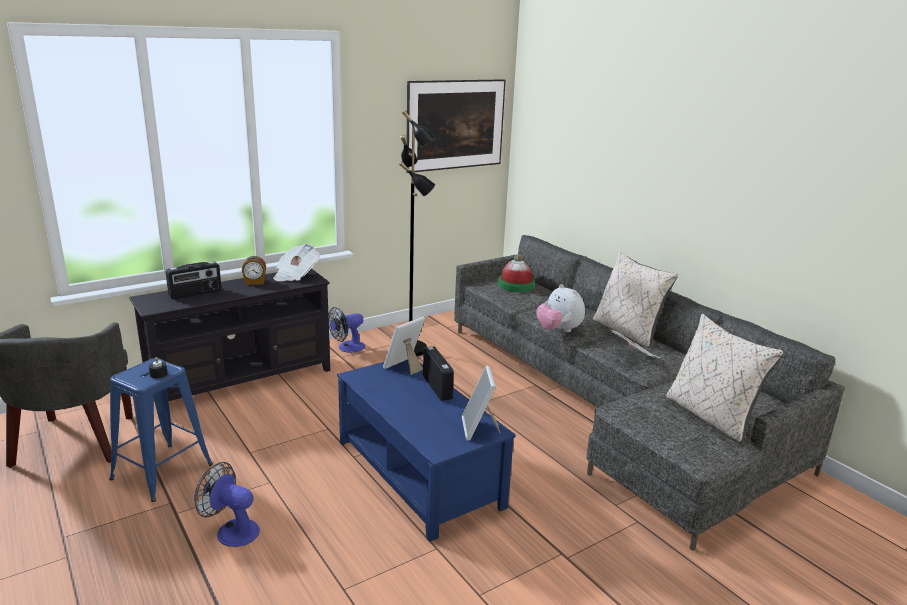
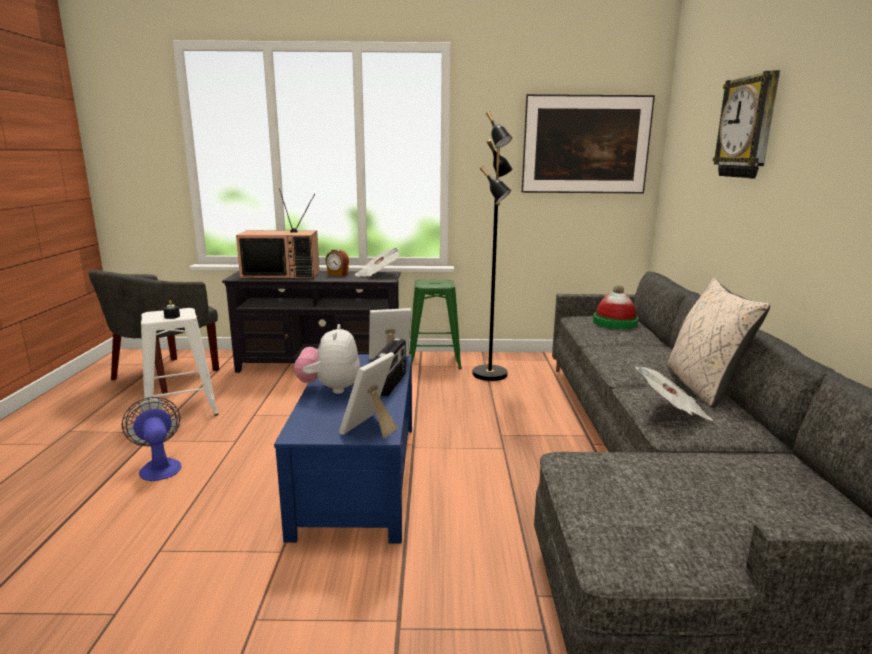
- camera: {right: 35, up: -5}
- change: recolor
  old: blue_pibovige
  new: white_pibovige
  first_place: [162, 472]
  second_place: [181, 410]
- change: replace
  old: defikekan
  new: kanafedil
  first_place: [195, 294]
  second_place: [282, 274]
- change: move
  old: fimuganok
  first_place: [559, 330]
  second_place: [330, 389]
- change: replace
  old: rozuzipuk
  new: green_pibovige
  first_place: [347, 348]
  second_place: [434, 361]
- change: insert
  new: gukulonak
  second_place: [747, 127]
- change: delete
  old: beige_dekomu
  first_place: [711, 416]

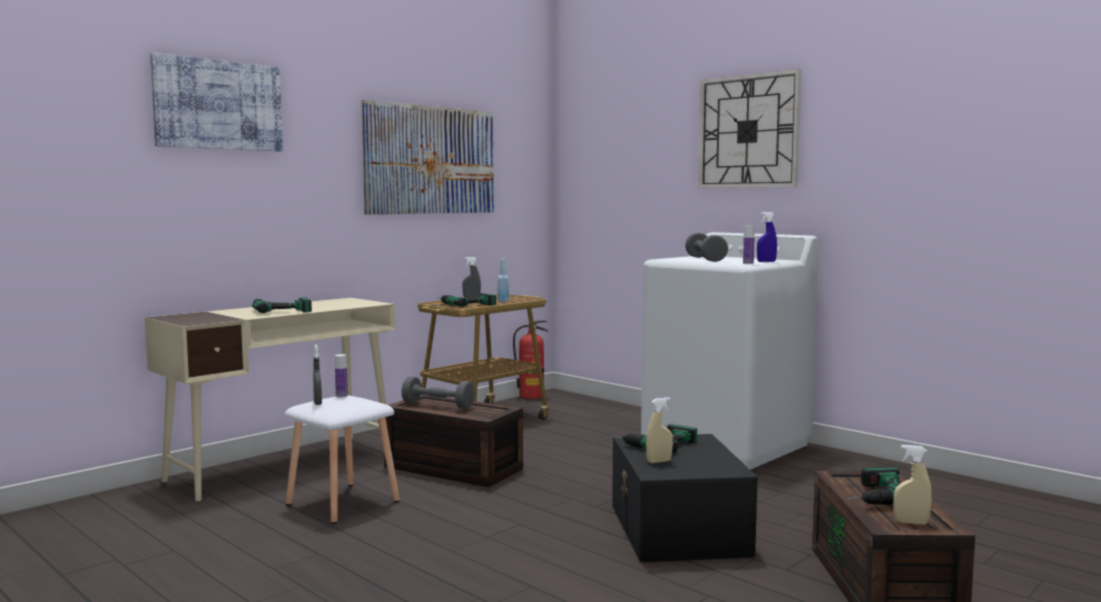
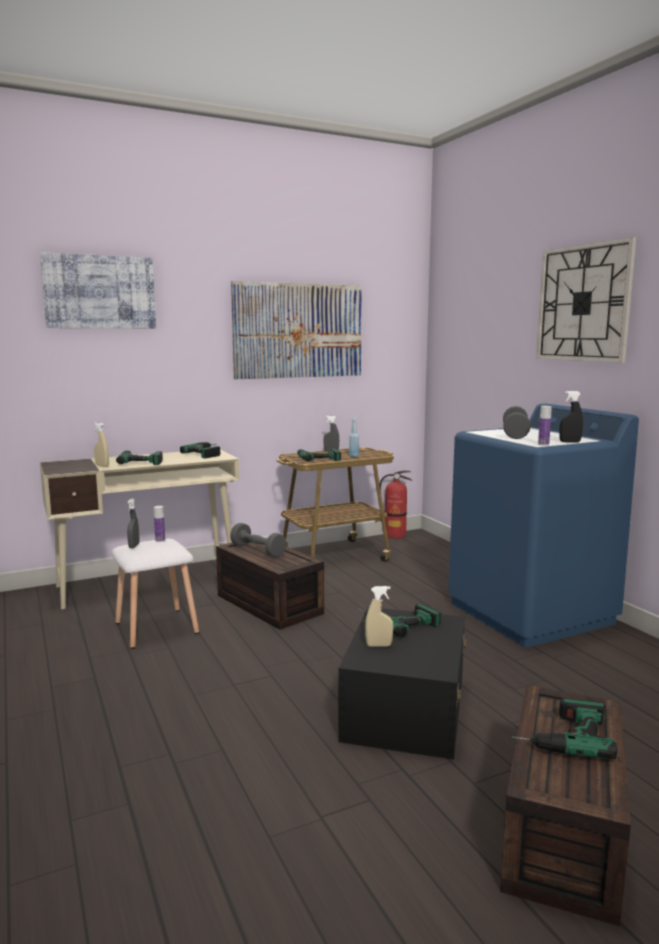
- camera: {right: 20, up: 5}
- change: move
  old: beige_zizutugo
  first_place: [911, 522]
  second_place: [102, 466]
- change: insert
  new: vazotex
  second_place: [209, 453]
- change: recolor
  old: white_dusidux
  new: blue_dusidux
  first_place: [726, 445]
  second_place: [531, 613]
- change: recolor
  old: blue_zizutugo
  new: black_zizutugo
  first_place: [766, 262]
  second_place: [569, 442]

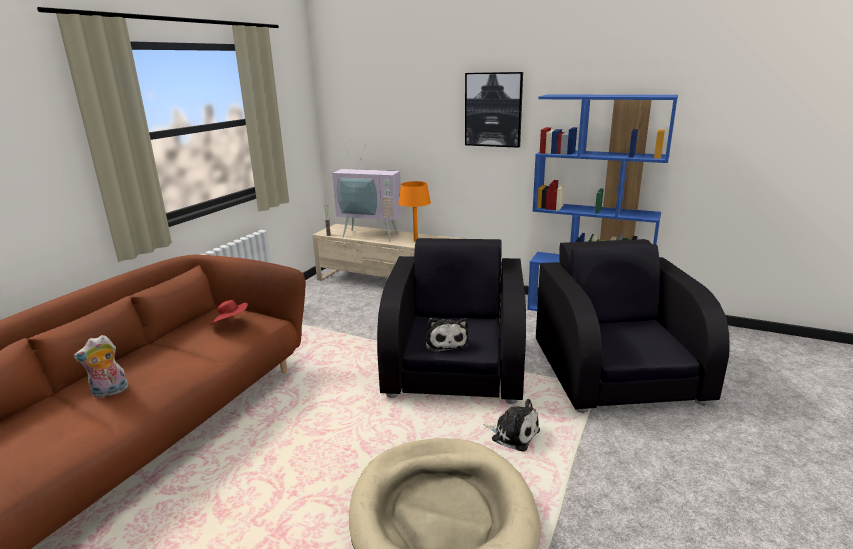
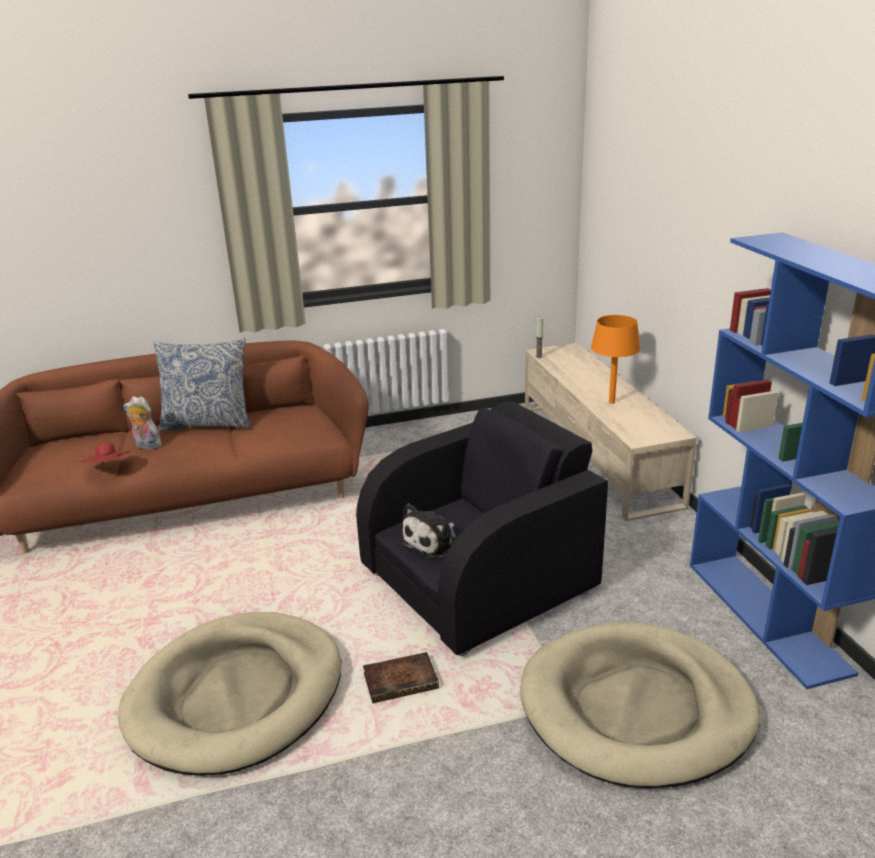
- camera: {right: 50, up: 5}
- change: move
  old: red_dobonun
  first_place: [230, 323]
  second_place: [109, 468]
- change: insert
  new: dekomu
  second_place: [208, 423]
- change: replace
  old: fimuganok
  new: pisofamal
  first_place: [512, 434]
  second_place: [402, 680]
- change: replace
  old: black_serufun
  new: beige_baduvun
  first_place: [616, 372]
  second_place: [636, 708]
- change: delete
  old: kanafedil
  first_place: [372, 234]
- change: delete
  old: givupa
  first_place: [493, 110]

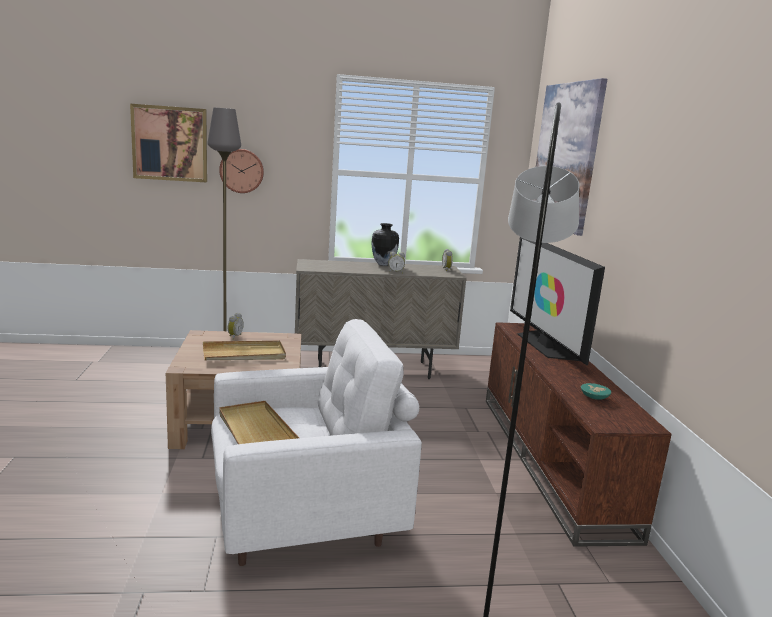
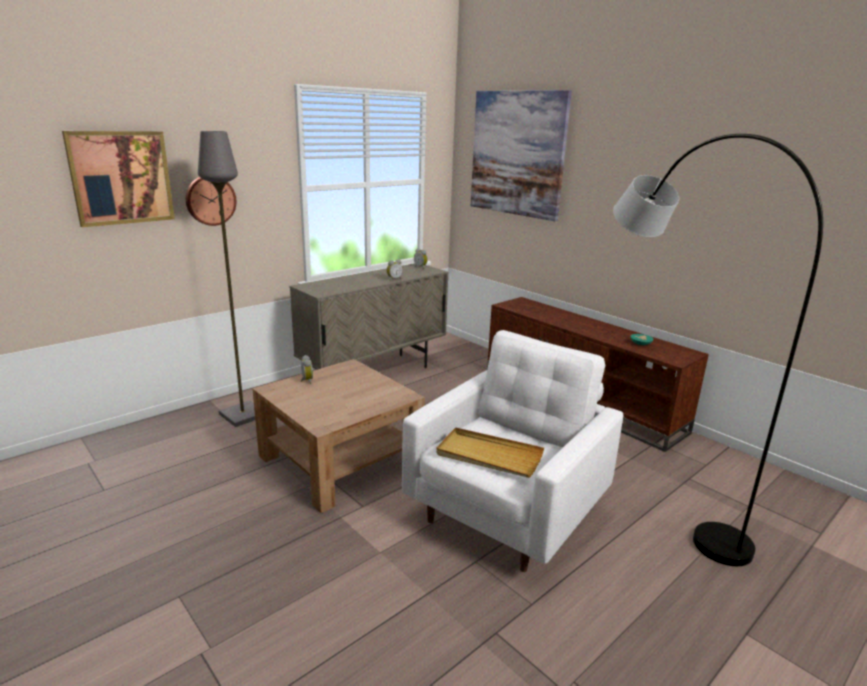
- camera: {right: -35, up: 5}
- change: delete
  old: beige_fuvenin
  first_place: [244, 354]
- change: delete
  old: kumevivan
  first_place: [383, 264]
- change: delete
  old: kanafedil
  first_place: [545, 345]

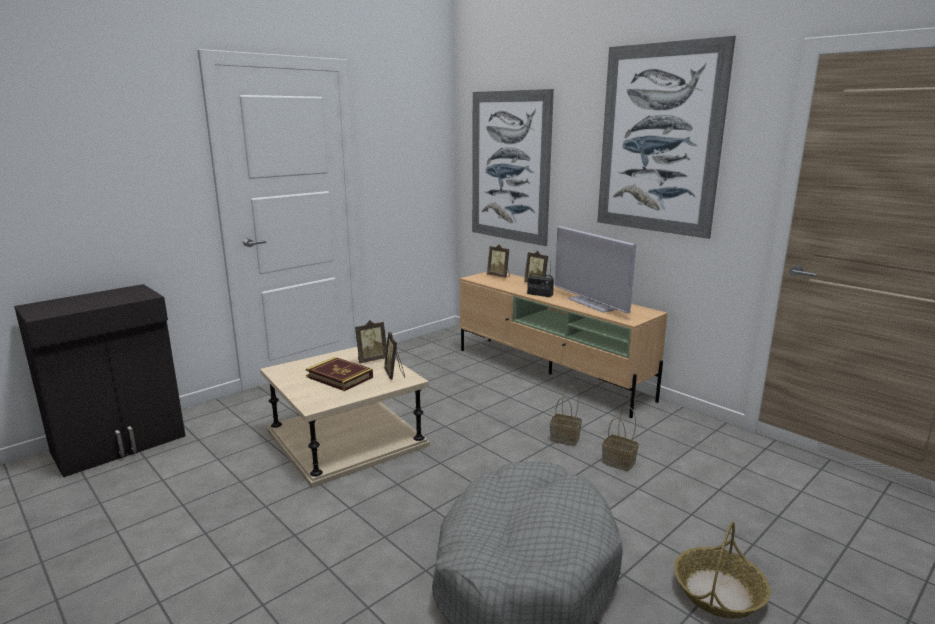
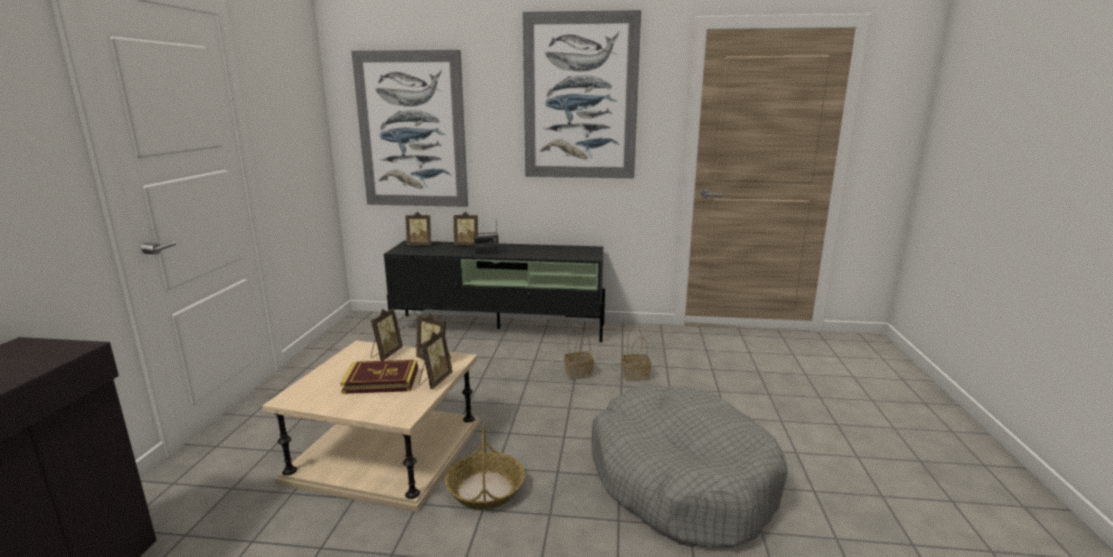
- camera: {right: -40, up: 0}
- change: recolor
  old: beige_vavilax
  new: black_vavilax
  first_place: [550, 374]
  second_place: [499, 328]
- change: insert
  new: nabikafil
  second_place: [434, 381]
- change: move
  old: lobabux
  first_place: [718, 592]
  second_place: [485, 489]
- change: delete
  old: kanafedil
  first_place: [592, 304]

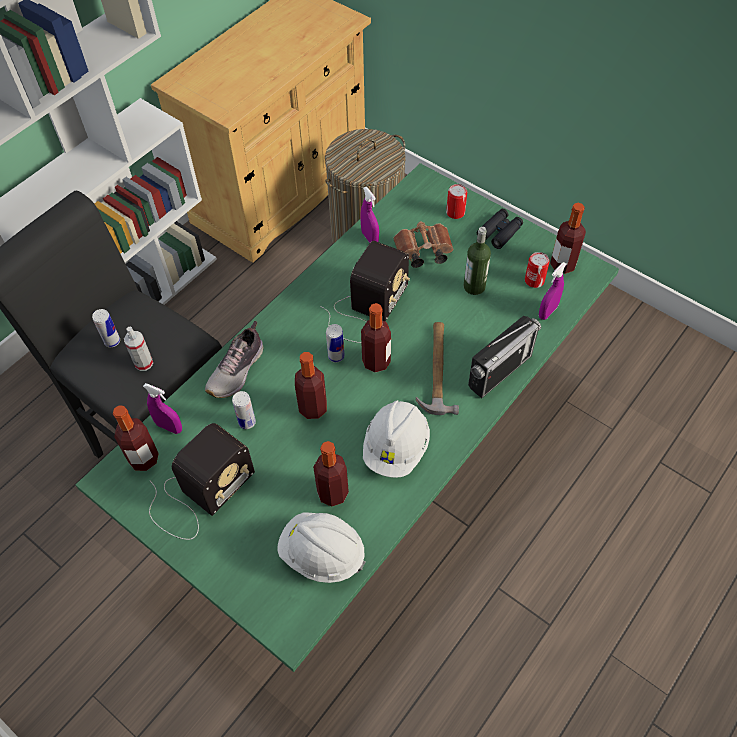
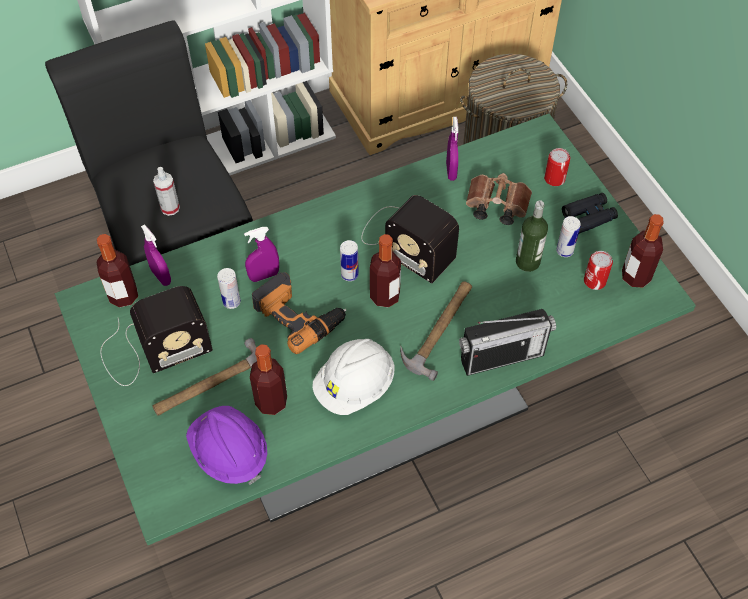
- camera: {right: 25, up: 0}
- change: insert
  new: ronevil
  second_place: [210, 385]
- change: recolor
  old: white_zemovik
  new: purple_zemovik
  first_place: [322, 554]
  second_place: [229, 453]
- change: move
  old: purple_zizutugo
  first_place: [548, 312]
  second_place: [264, 275]
- change: replace
  old: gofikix
  new: vazotex
  first_place: [313, 408]
  second_place: [299, 315]
- change: rotate
  old: defikekan
  first_place: [366, 309]
  second_place: [405, 241]
  degrees: 75
- change: move
  old: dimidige
  first_place: [112, 341]
  second_place: [564, 251]
- change: delete
  old: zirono
  first_place: [237, 370]

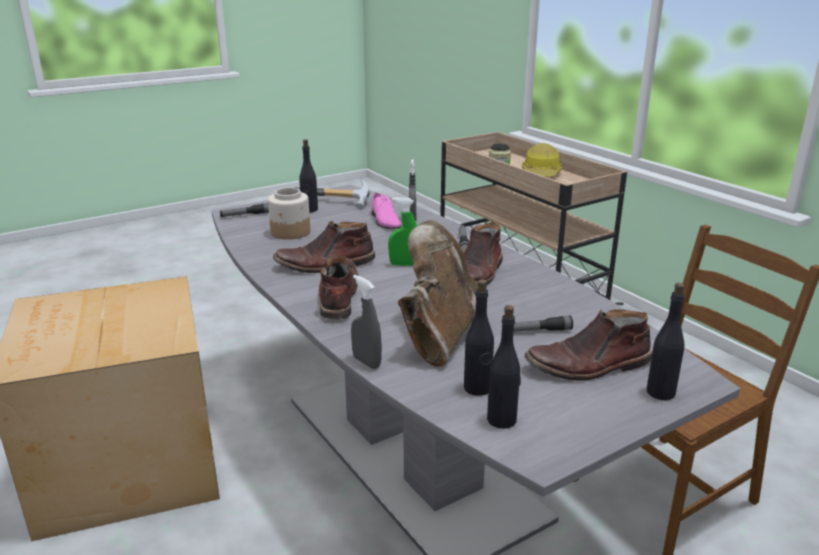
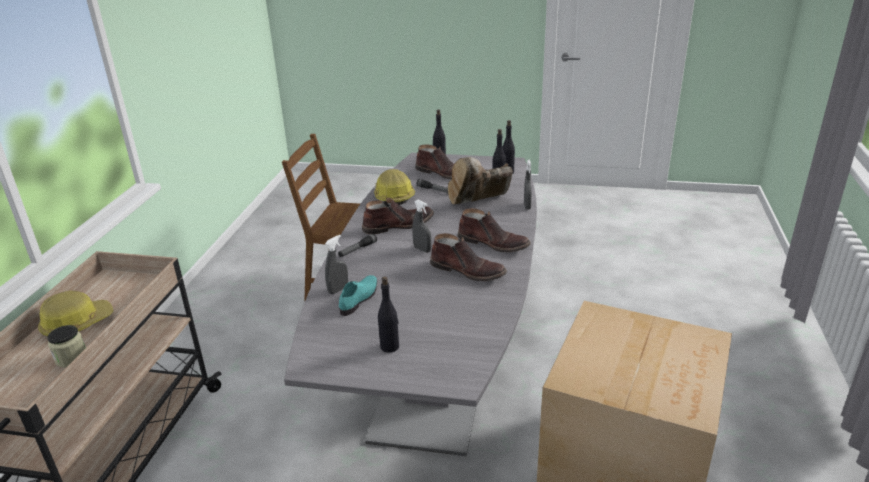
- camera: {right: -135, up: 5}
- change: recolor
  old: pink_zirono
  new: turquoise_zirono
  first_place: [384, 220]
  second_place: [360, 298]
- change: insert
  new: zemovik
  second_place: [393, 196]
- change: recolor
  old: green_zizutugo
  new: grey_zizutugo
  first_place: [404, 264]
  second_place: [422, 249]
- change: rotate
  old: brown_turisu
  first_place: [338, 296]
  second_place: [493, 243]
  degrees: -105
- change: delete
  old: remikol
  first_place: [245, 215]
- change: delete
  old: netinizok
  first_place: [290, 232]
- change: delete
  old: ronevil
  first_place: [332, 202]

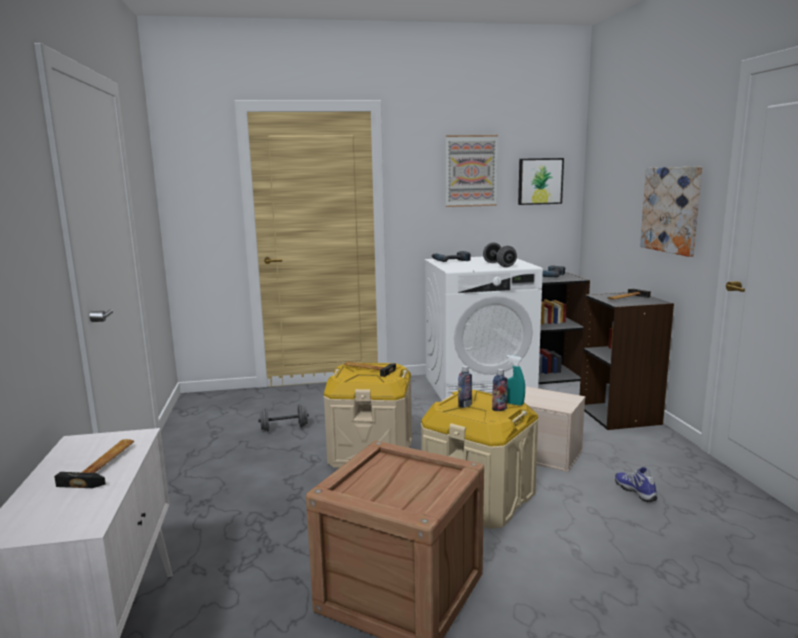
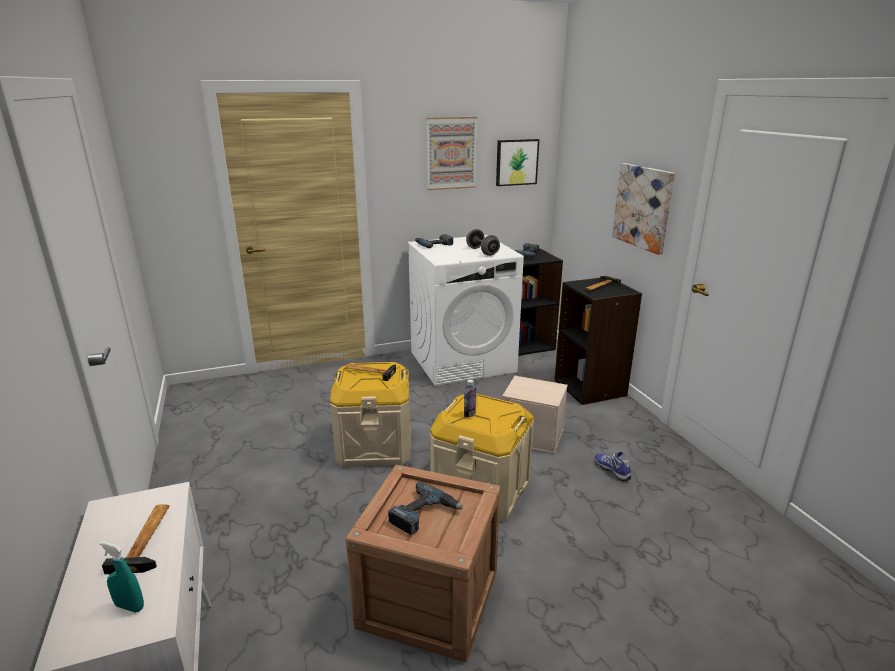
- camera: {right: -10, up: 10}
- change: move
  old: turquoise_zizutugo
  first_place: [513, 403]
  second_place: [129, 606]
- change: insert
  new: vazotex
  second_place: [424, 514]
- change: delete
  old: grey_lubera
  first_place: [284, 428]
- change: delete
  old: gofikix
  first_place: [499, 409]

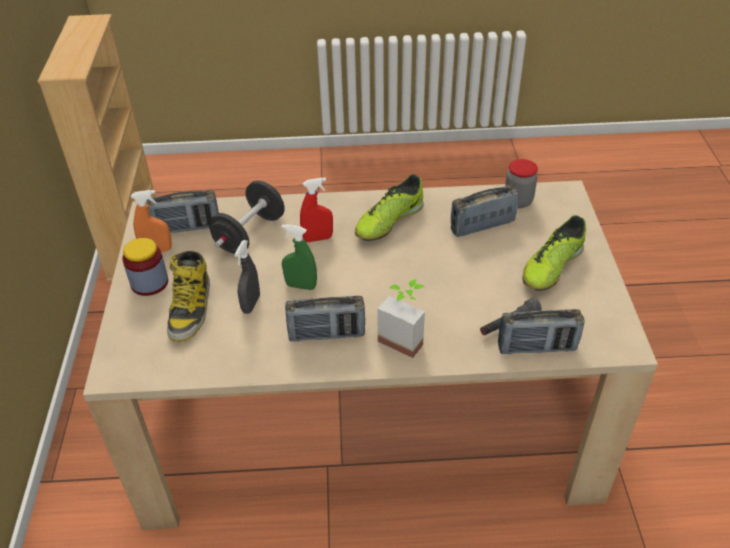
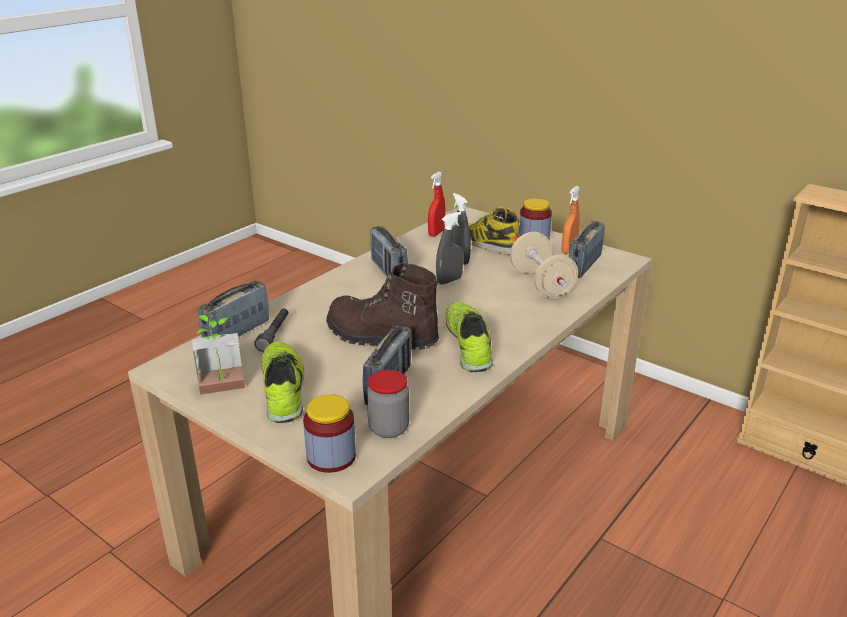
- camera: {right: 130, up: -15}
- change: move
  old: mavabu
  first_place: [404, 337]
  second_place: [222, 390]
- change: insert
  new: netinizok
  second_place: [331, 457]
- change: insert
  new: brown_turisu
  second_place: [381, 337]
- change: rotate
  old: defikekan
  first_place: [326, 334]
  second_place: [388, 272]
  degrees: -60
- change: move
  old: red_zizutugo
  first_place: [318, 238]
  second_place: [436, 233]
- change: recolor
  old: green_zizutugo
  new: grey_zizutugo
  first_place: [301, 286]
  second_place: [449, 281]
- change: recolor
  old: black_lubera
  new: beige_lubera
  first_place: [250, 234]
  second_place: [541, 284]

